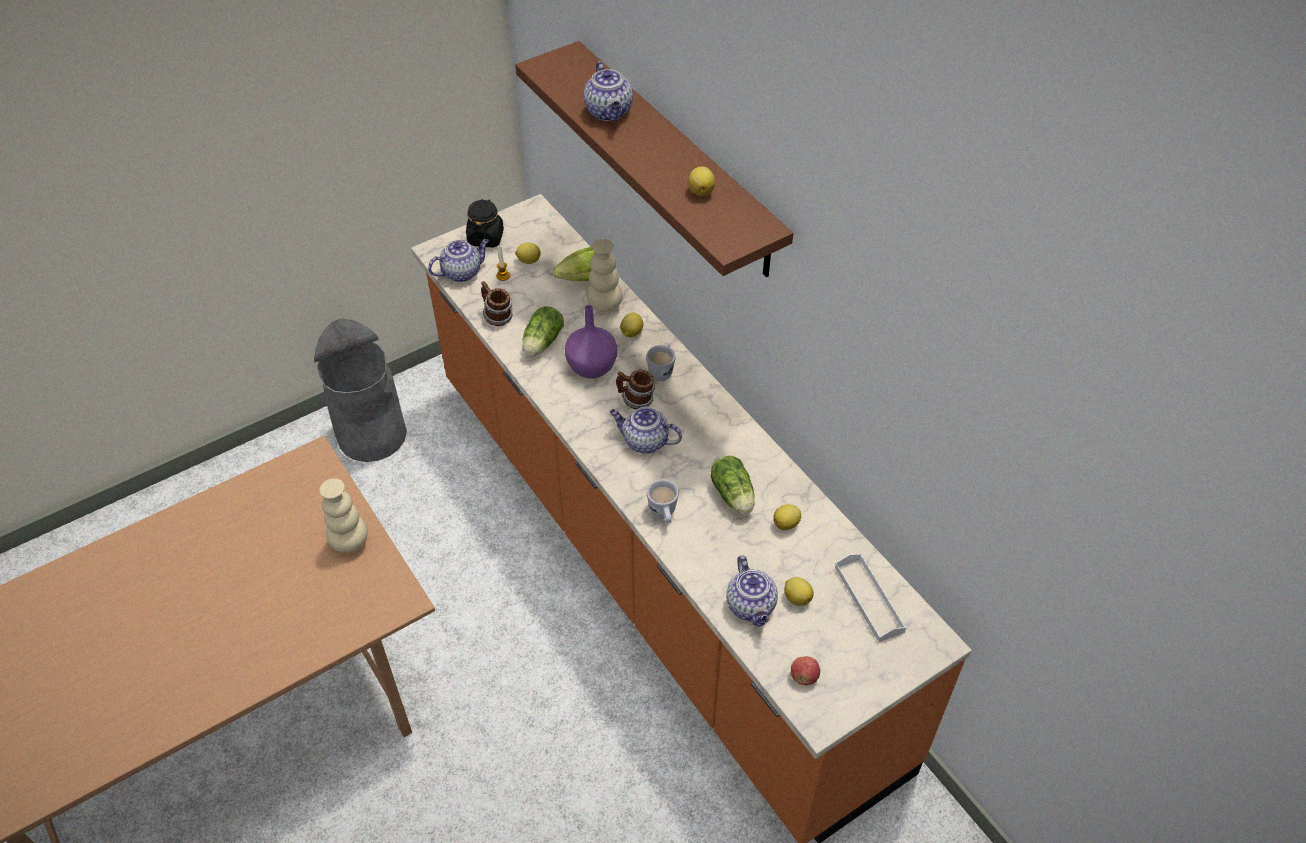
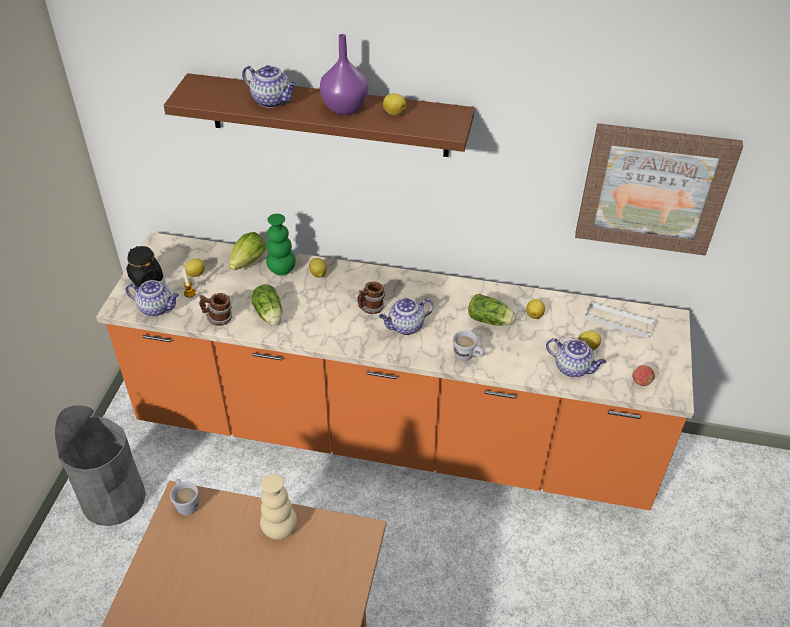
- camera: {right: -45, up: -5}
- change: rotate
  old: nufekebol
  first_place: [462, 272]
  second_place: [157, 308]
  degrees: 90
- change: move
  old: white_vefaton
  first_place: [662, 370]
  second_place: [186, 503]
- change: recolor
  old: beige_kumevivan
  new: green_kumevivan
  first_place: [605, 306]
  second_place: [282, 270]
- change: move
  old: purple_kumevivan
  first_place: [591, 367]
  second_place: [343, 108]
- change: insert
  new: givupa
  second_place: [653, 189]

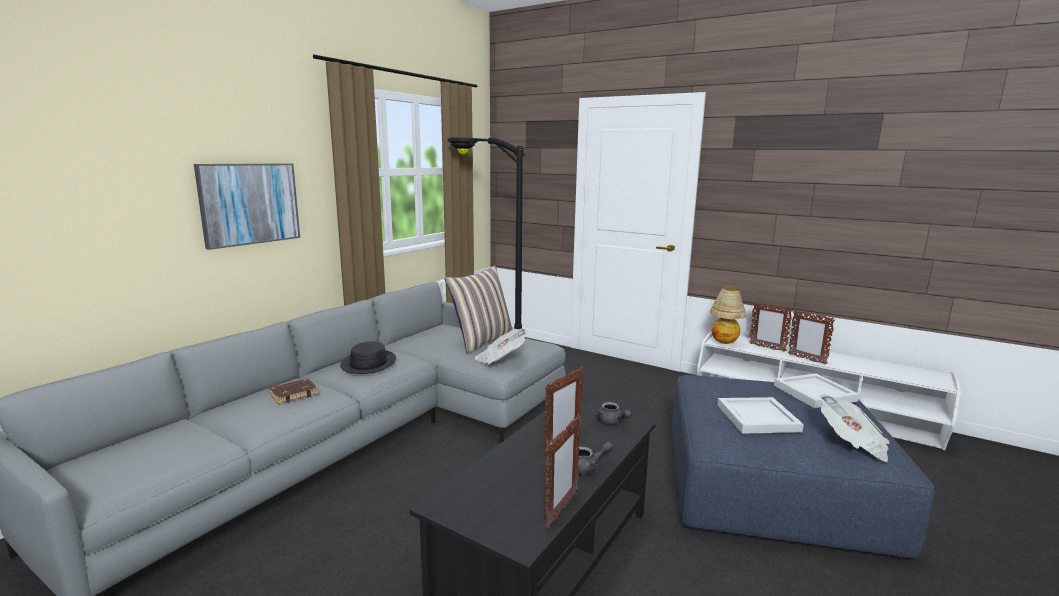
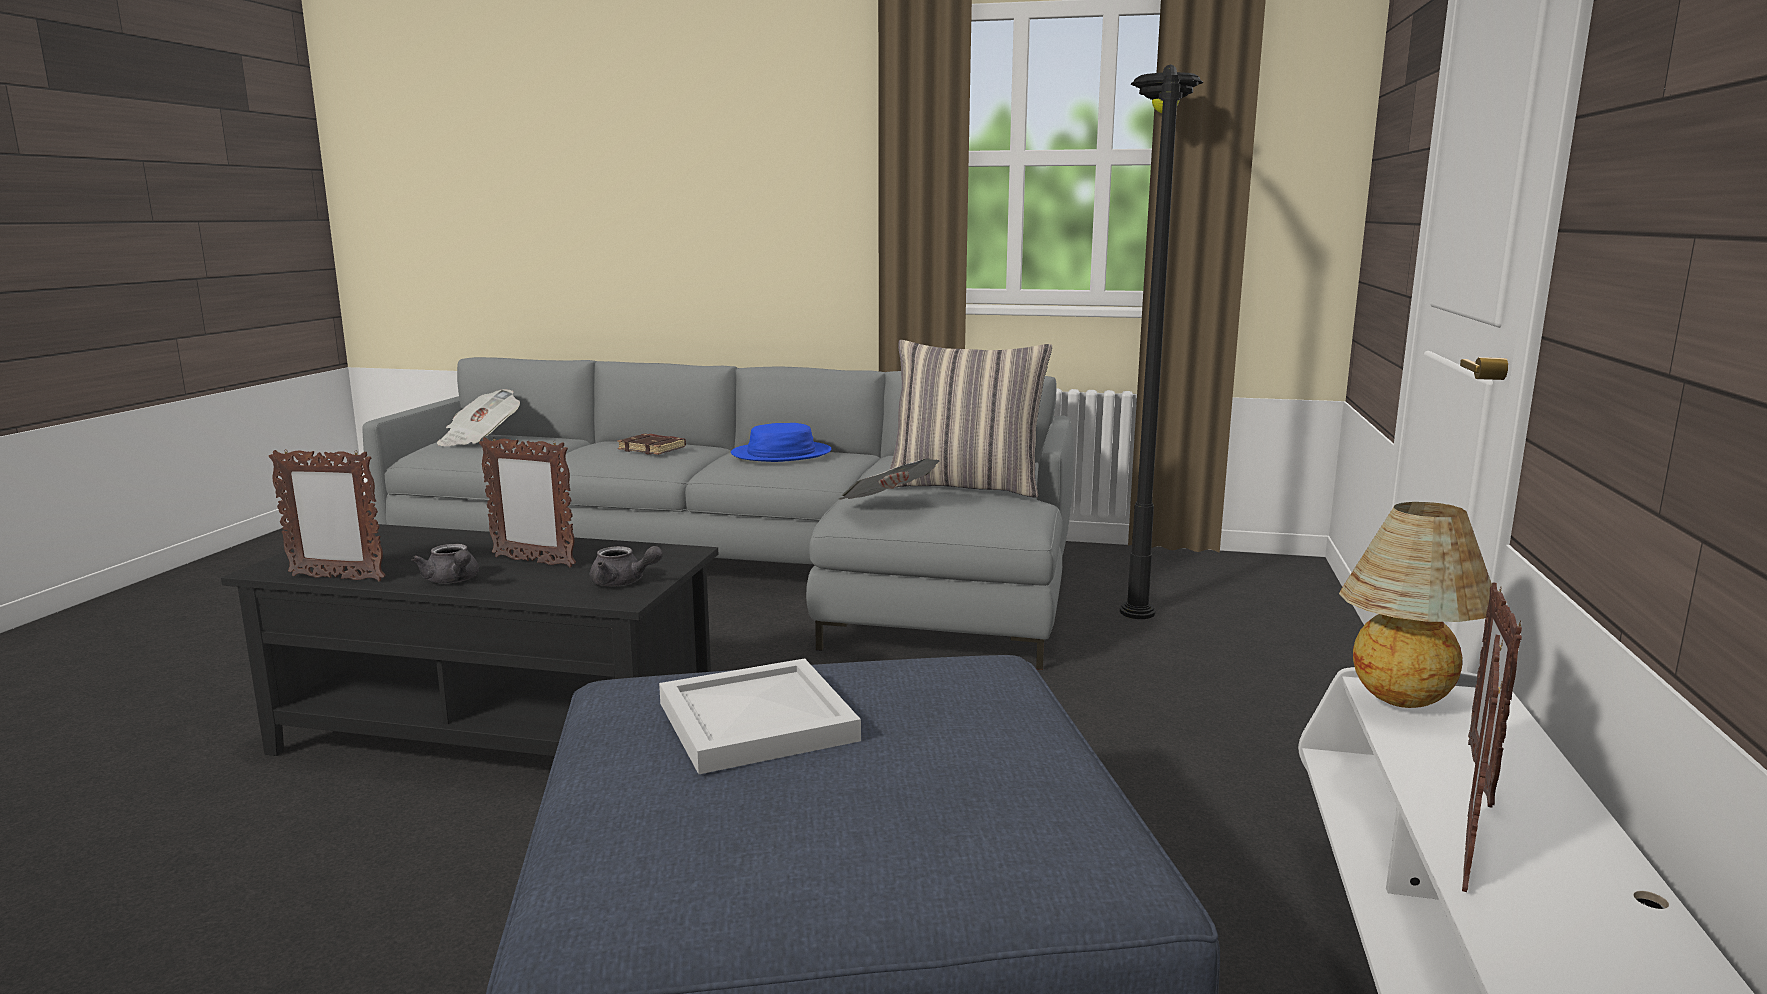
- camera: {right: 70, up: 0}
- change: move
  old: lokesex
  first_place: [852, 444]
  second_place: [479, 440]
- change: rotate
  old: grey_nufekebol
  first_place: [612, 422]
  second_place: [623, 583]
  degrees: -105
- change: recolor
  old: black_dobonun
  new: blue_dobonun
  first_place: [369, 363]
  second_place: [781, 454]
- change: delete
  old: givupa
  first_place: [249, 203]
- change: delete
  old: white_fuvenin
  first_place: [813, 393]

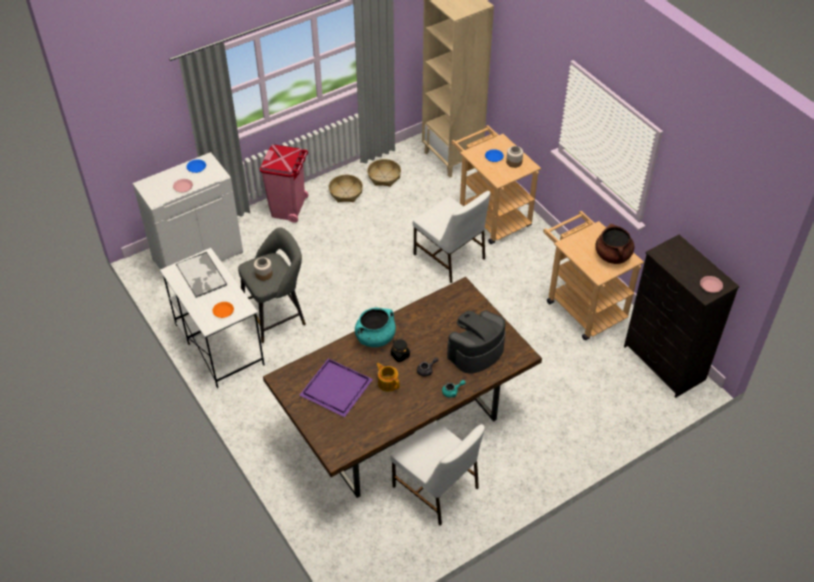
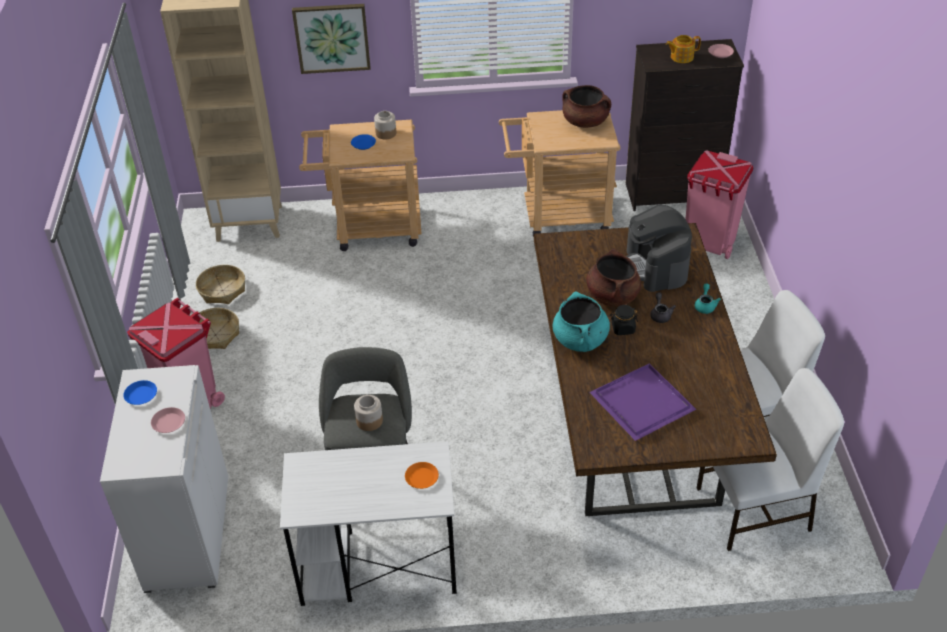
- camera: {right: -60, up: -5}
- change: insert
  new: givupa
  second_place: [332, 37]
- change: insert
  new: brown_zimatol
  second_place: [612, 296]
- change: move
  old: nufekebol
  first_place: [388, 383]
  second_place: [681, 57]
- change: insert
  new: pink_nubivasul
  second_place: [709, 242]
- change: move
  old: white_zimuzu
  first_place: [449, 257]
  second_place: [755, 509]
- change: delete
  old: fuvenin
  first_place: [201, 275]

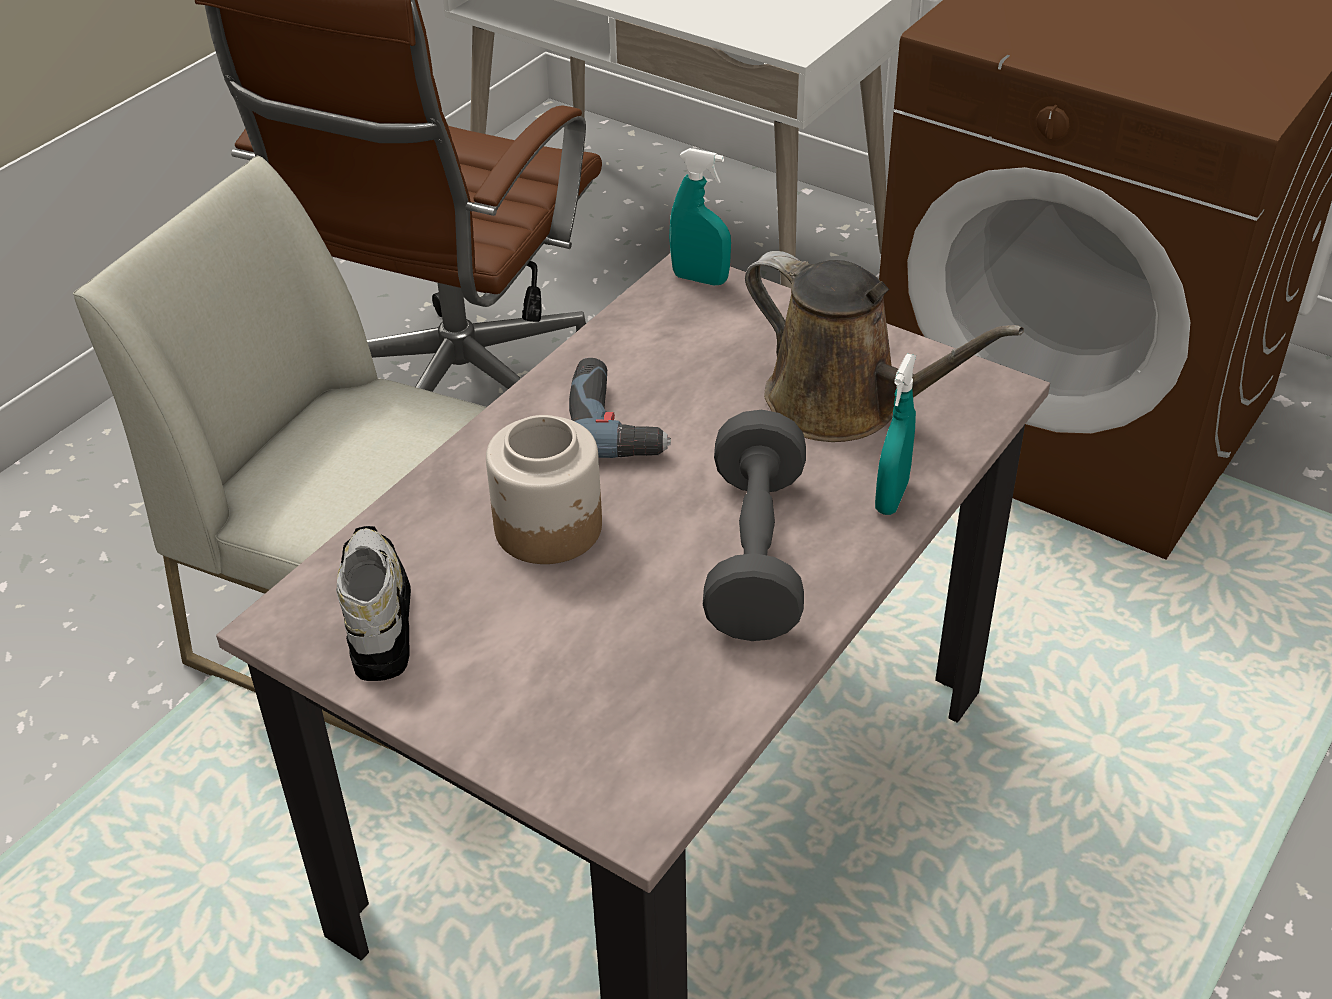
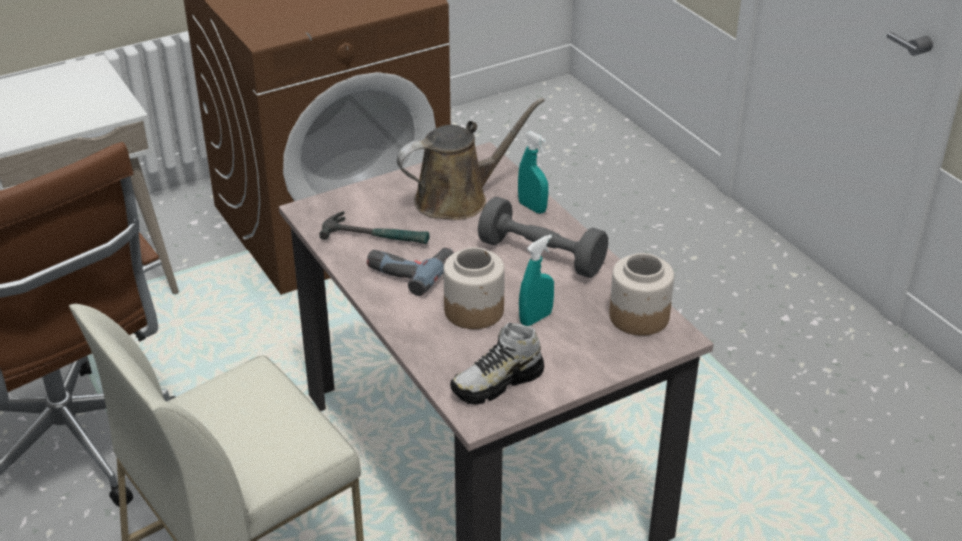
- camera: {right: -65, up: -5}
- change: insert
  new: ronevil
  second_place: [376, 236]
- change: rotate
  old: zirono
  first_place: [375, 617]
  second_place: [497, 383]
  degrees: -45
- change: move
  old: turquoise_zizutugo
  first_place: [700, 279]
  second_place: [536, 318]
- change: insert
  new: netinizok
  second_place: [638, 317]

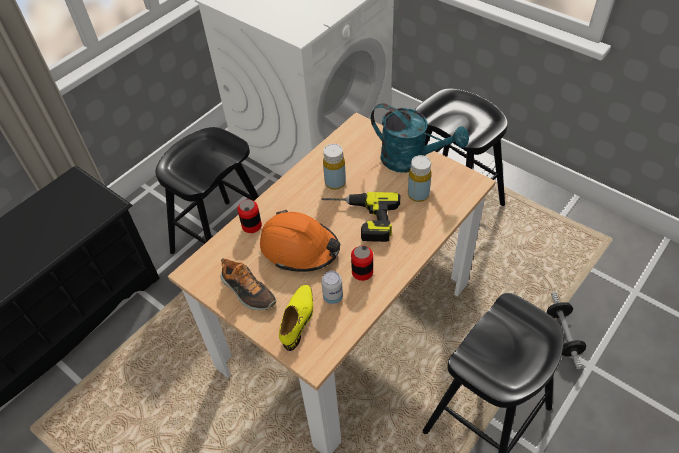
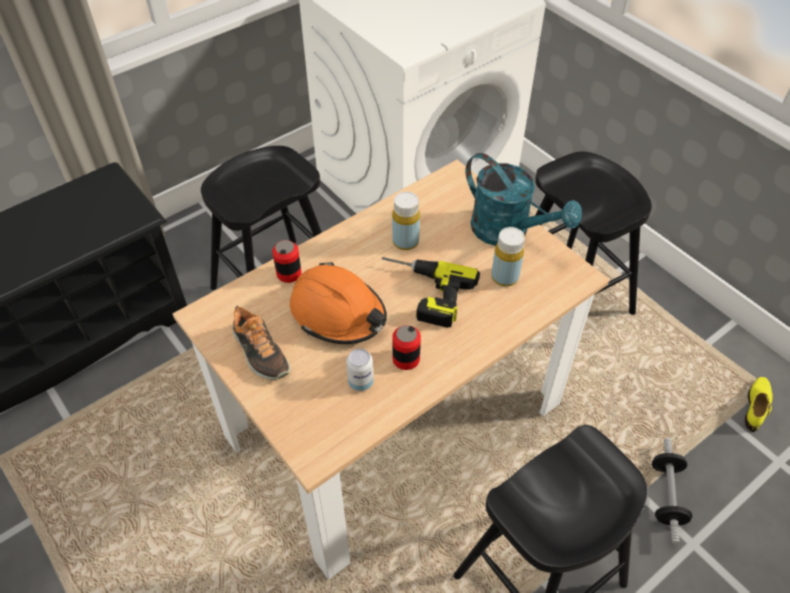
- camera: {right: 10, up: 0}
- change: move
  old: yellow_zirono
  first_place: [298, 319]
  second_place: [756, 406]

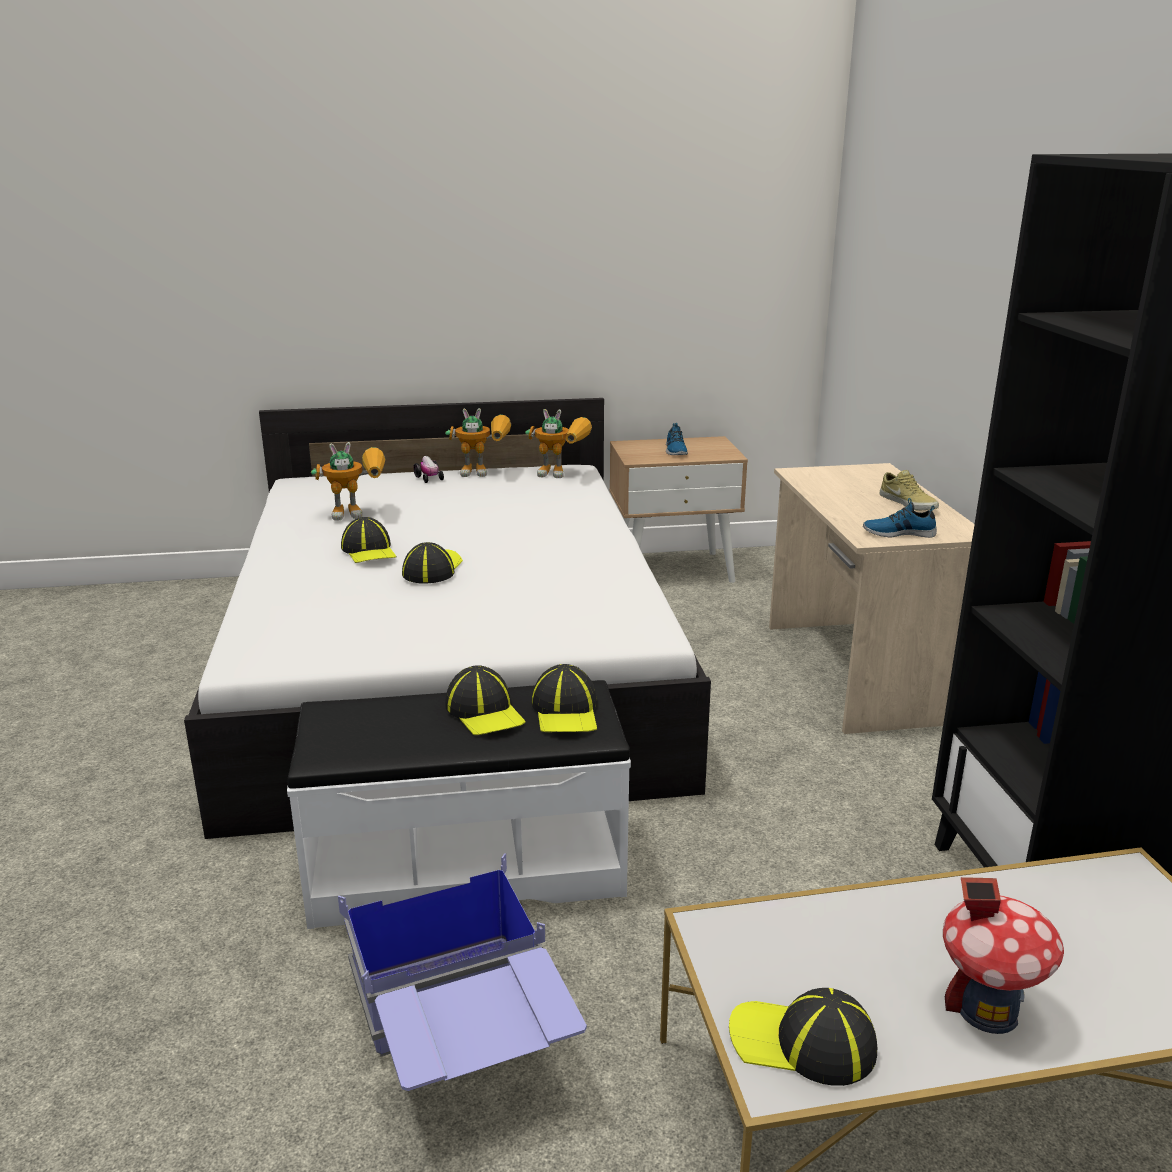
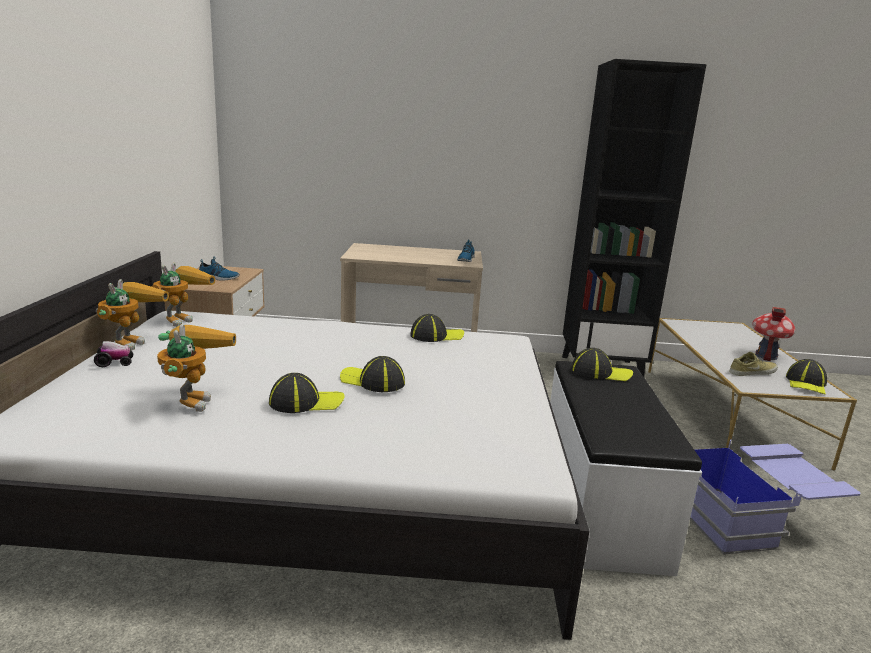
- camera: {right: -80, up: -5}
- change: move
  old: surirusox
  first_place: [485, 712]
  second_place: [436, 336]
- change: move
  old: beige_zirono
  first_place: [909, 503]
  second_place: [751, 372]

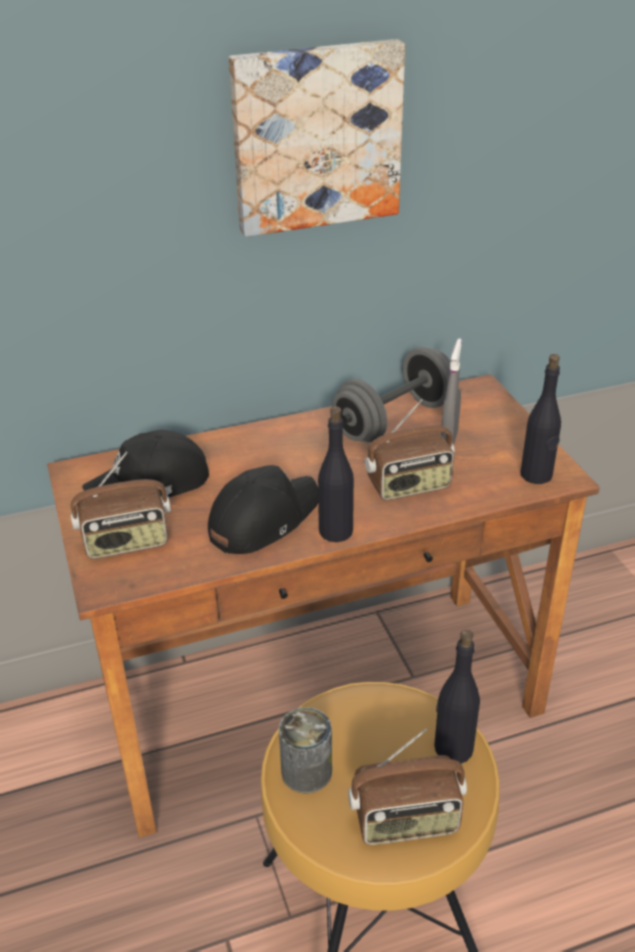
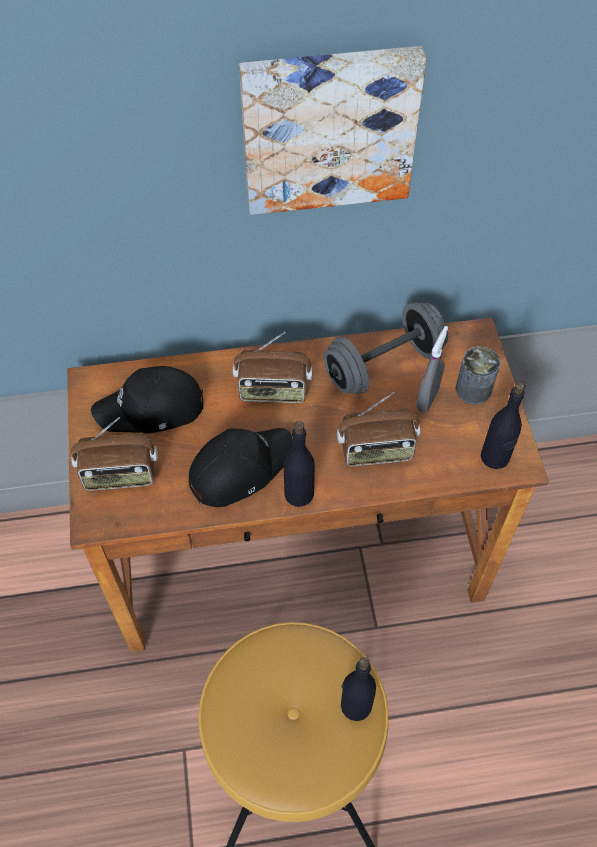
- camera: {right: 10, up: 20}
- change: move
  old: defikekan
  first_place: [406, 821]
  second_place: [273, 391]
- change: move
  old: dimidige
  first_place: [306, 771]
  second_place: [473, 389]

